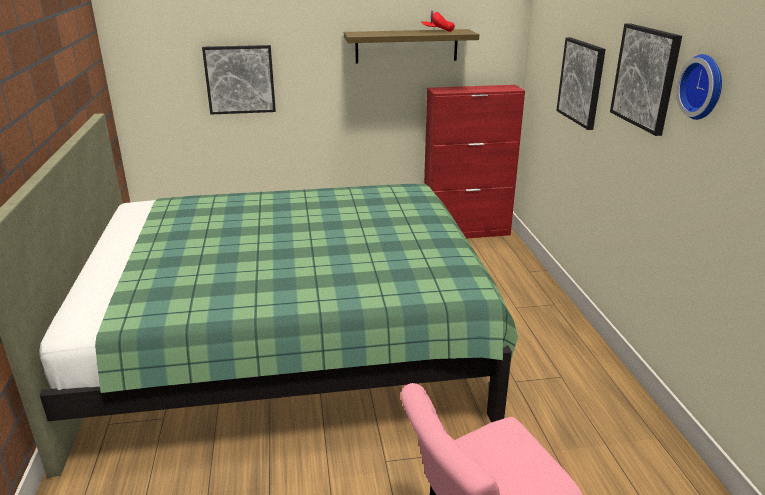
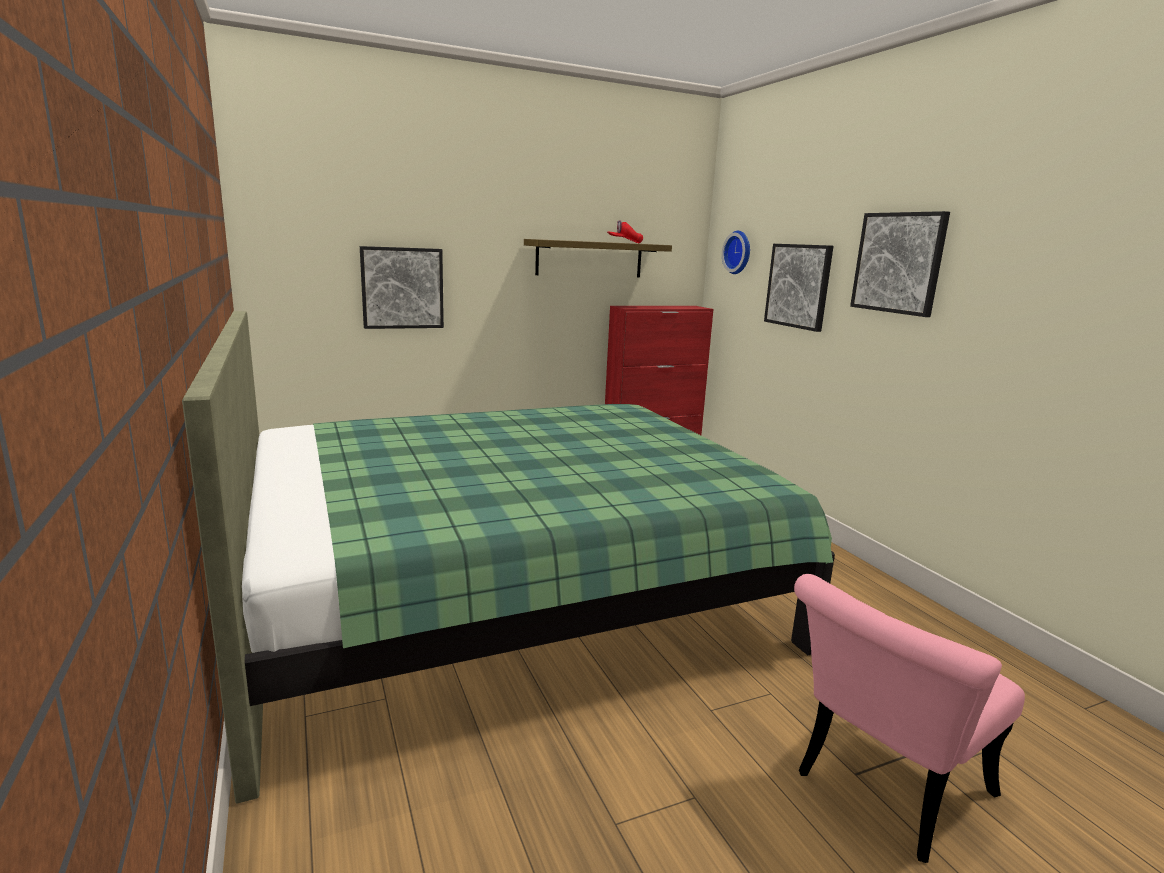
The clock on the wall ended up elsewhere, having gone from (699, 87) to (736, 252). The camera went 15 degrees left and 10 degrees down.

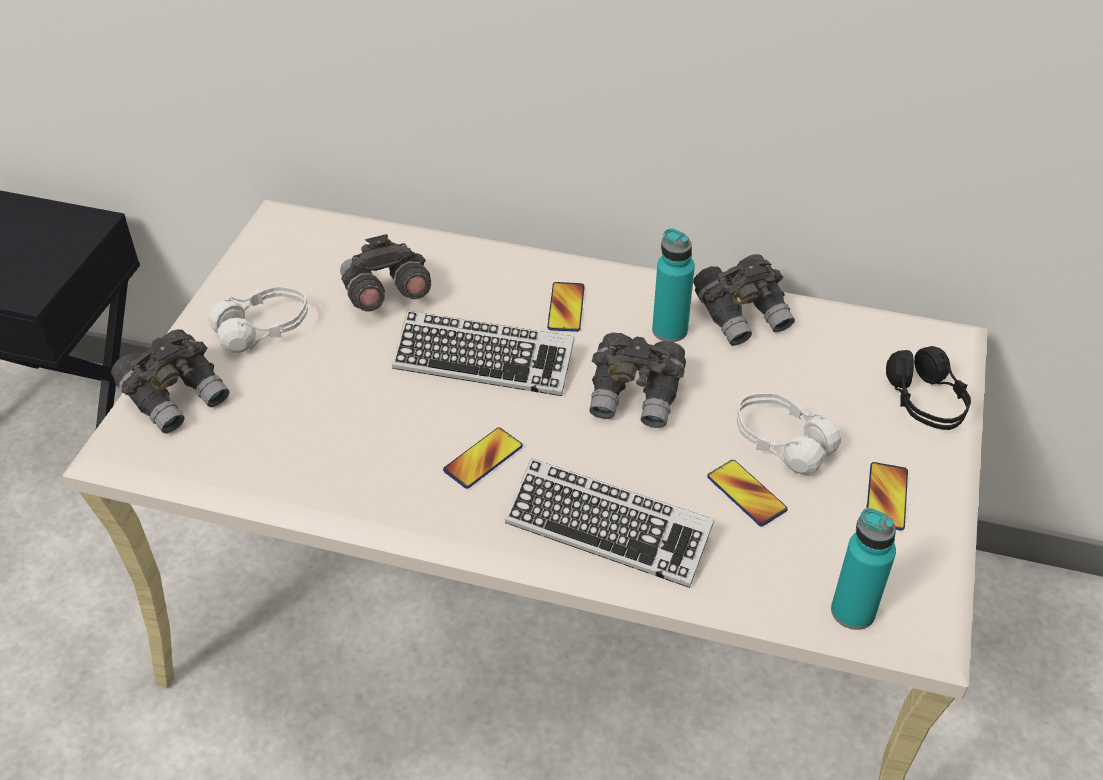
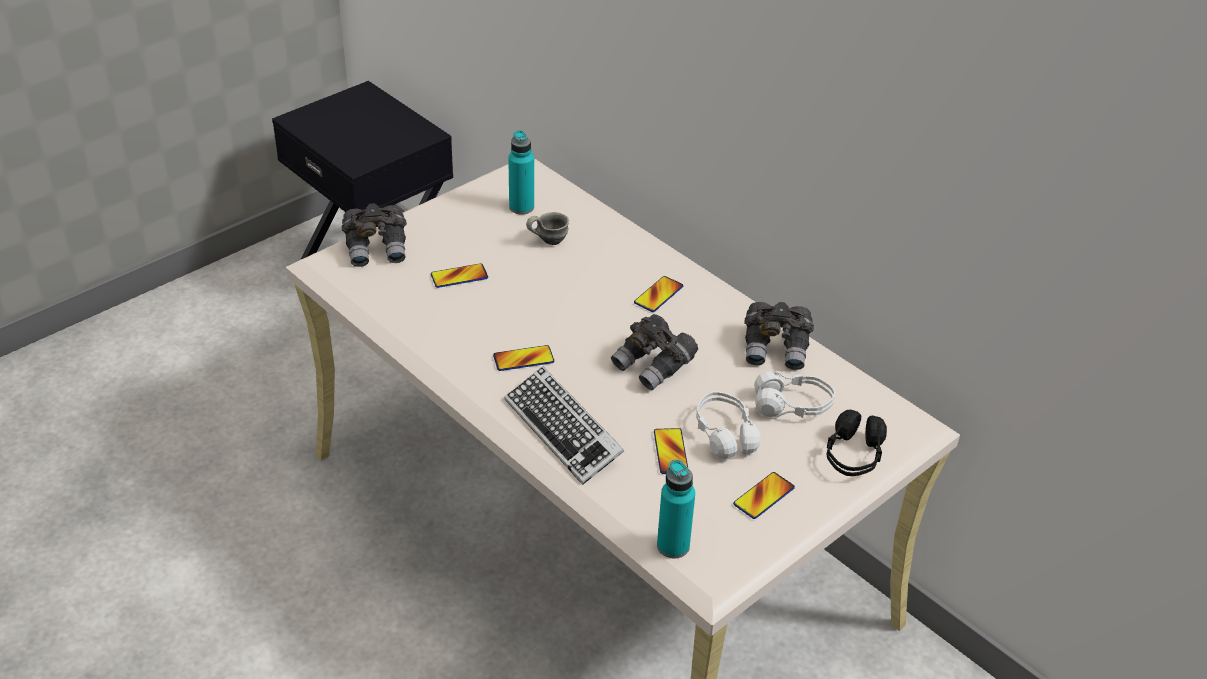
The blue-green beverage bottle ended up elsewhere, having gone from (673, 285) to (521, 172). Where the greyish pair of binoculars stood at (385, 273), the greyish tea mug came to stand at (547, 228). The white headset ended up elsewhere, having gone from (258, 319) to (795, 394). The second view lost the PC keyboard at (483, 353). The second view gained the handset at (459, 275). The camera went 30 degrees right and 5 degrees down.

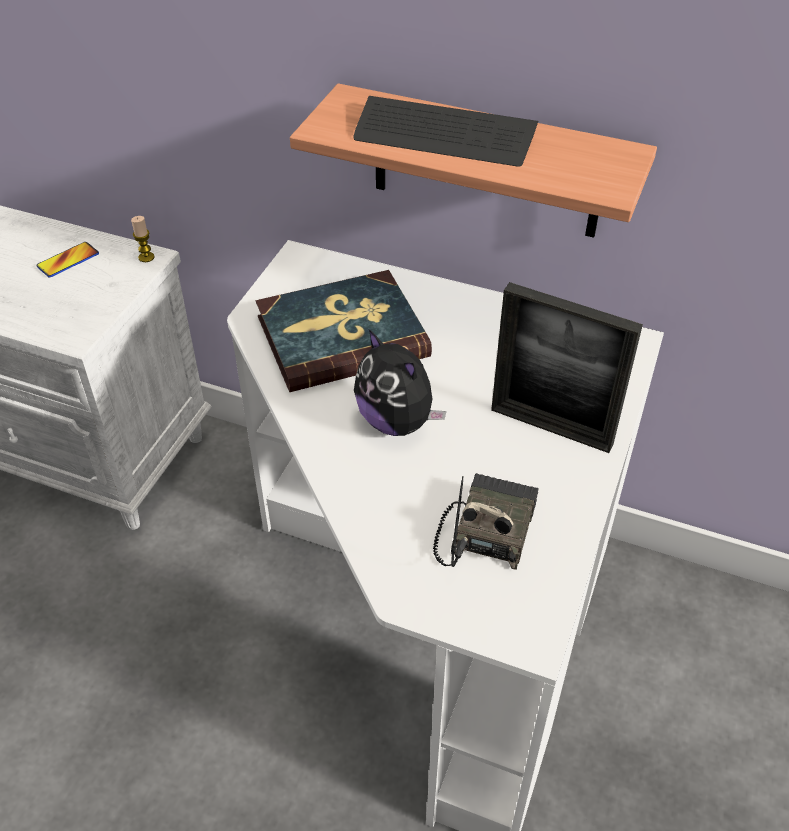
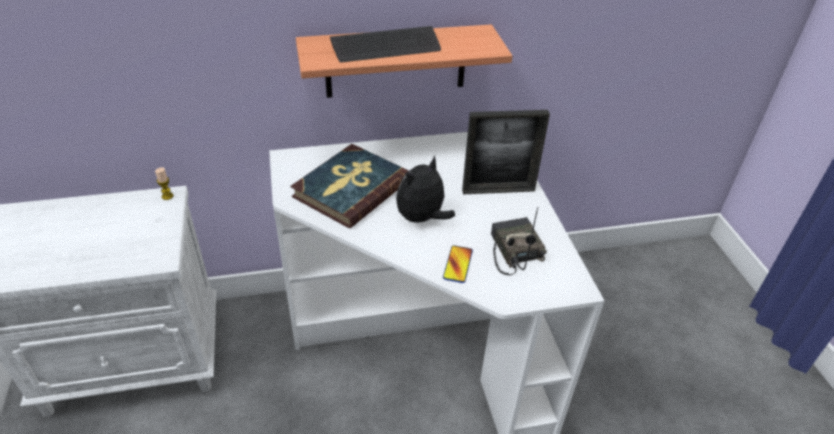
The handset ended up elsewhere, having gone from (67, 259) to (458, 264). The soft toy at (400, 382) ended up facing another way, 120 degrees clockwise from before. The camera went 35 degrees left and 5 degrees down.

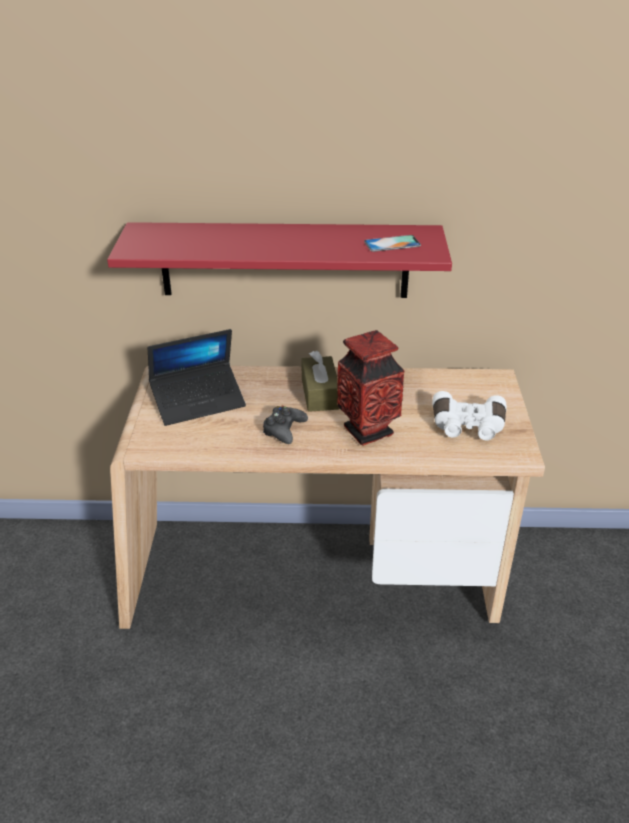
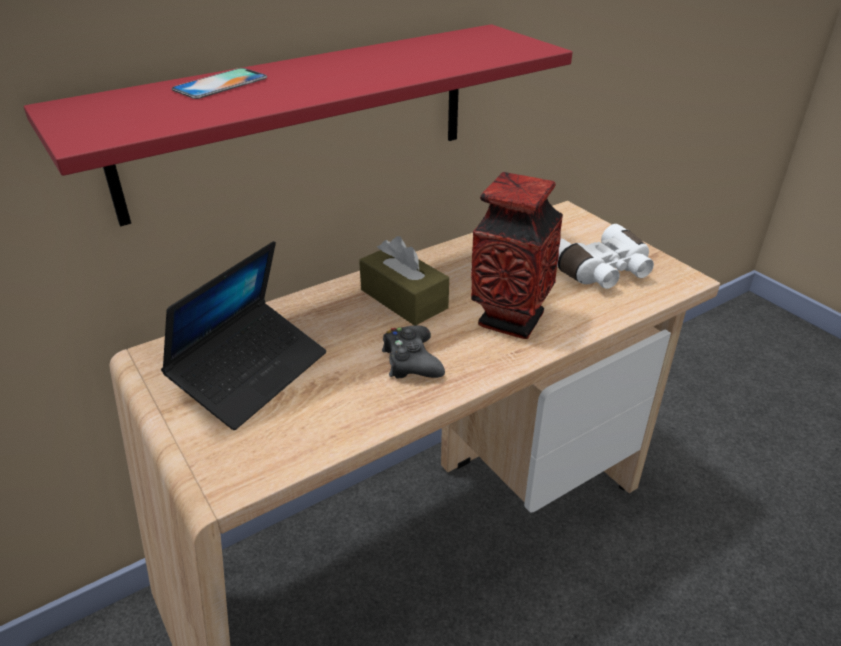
The handset ended up elsewhere, having gone from (392, 243) to (219, 83). The camera went 35 degrees left and 0 degrees up.

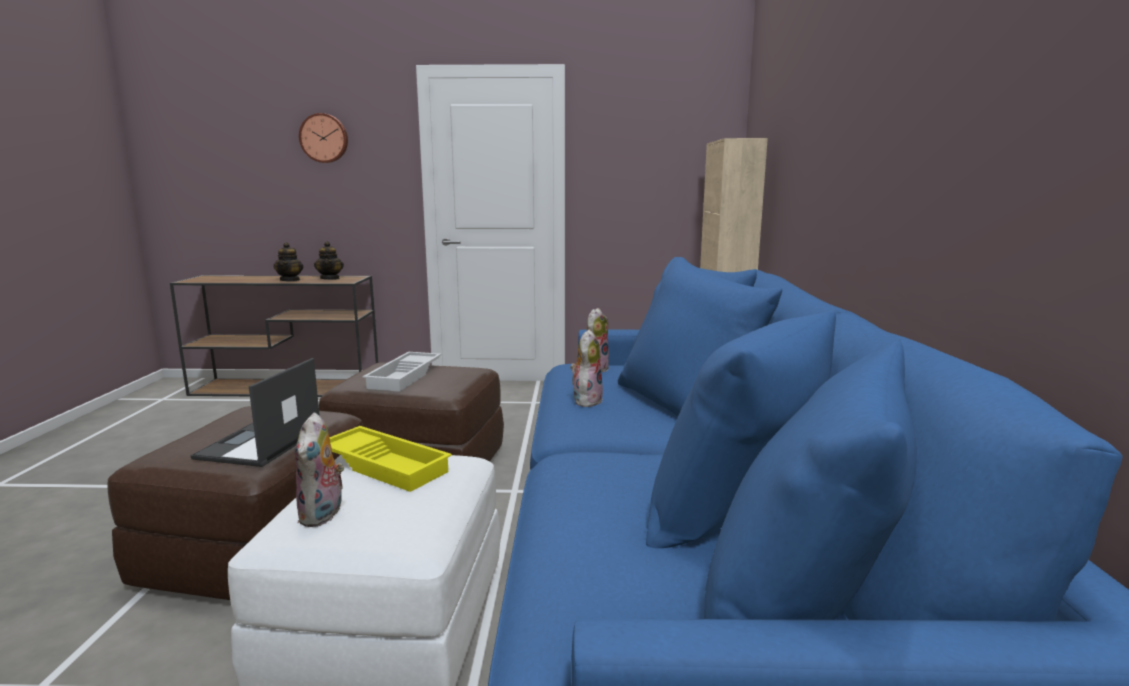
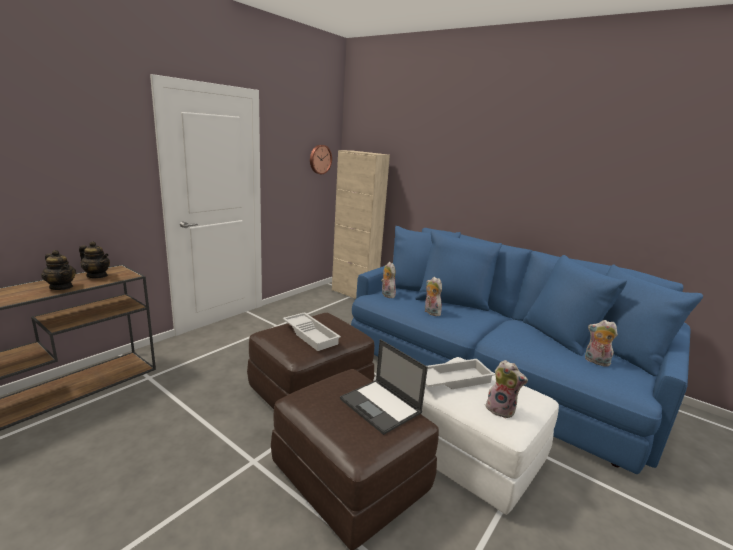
The clock on the wall ended up elsewhere, having gone from (323, 138) to (321, 159). What was the yellow serving tray at (390, 459) turned into the white serving tray at (460, 374). The second view gained the soft toy at (601, 343). The camera went 55 degrees left and 5 degrees up.

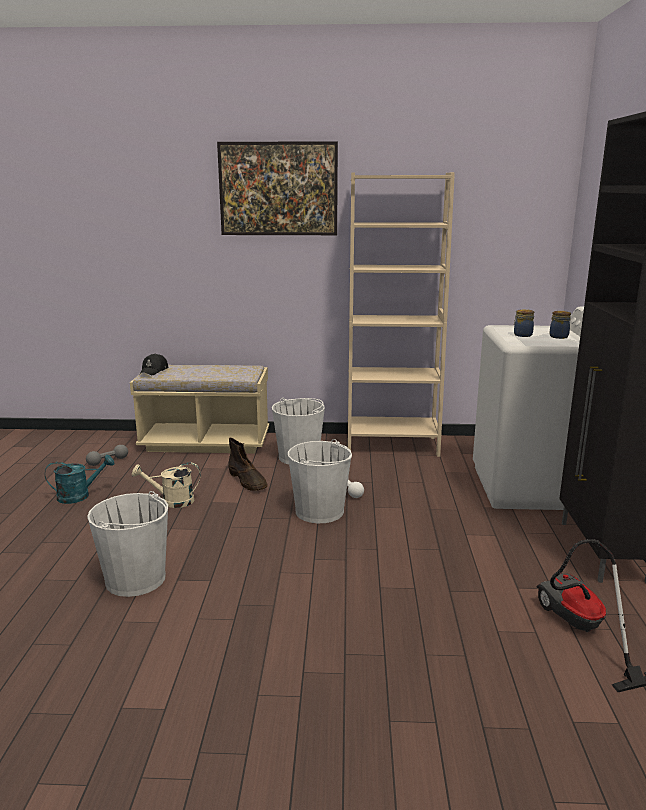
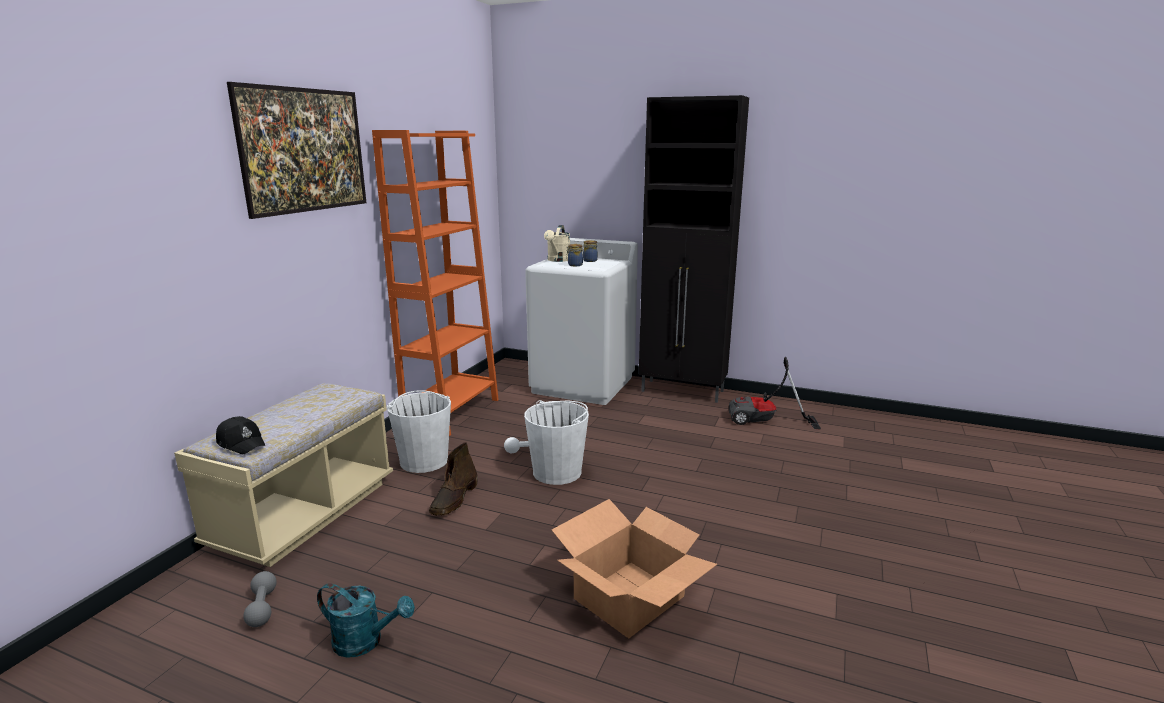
What was the beige-coloured shelving unit at (401, 314) turned into the orange shelving unit at (435, 283). The brown tall boot at (248, 464) ended up facing another way, 120 degrees clockwise from before. The blue-green sprinkling can at (80, 479) ended up facing another way, 105 degrees clockwise from before. The beige-coloured sprinkling can ended up elsewhere, having gone from (166, 485) to (557, 243). Where the white water bucket stood at (127, 544), the cardboard box came to stand at (634, 568). The camera went 70 degrees left and 0 degrees up.

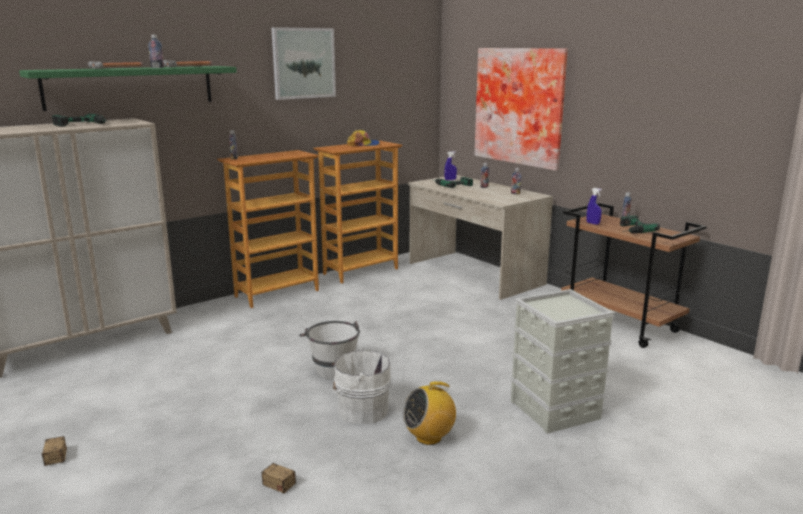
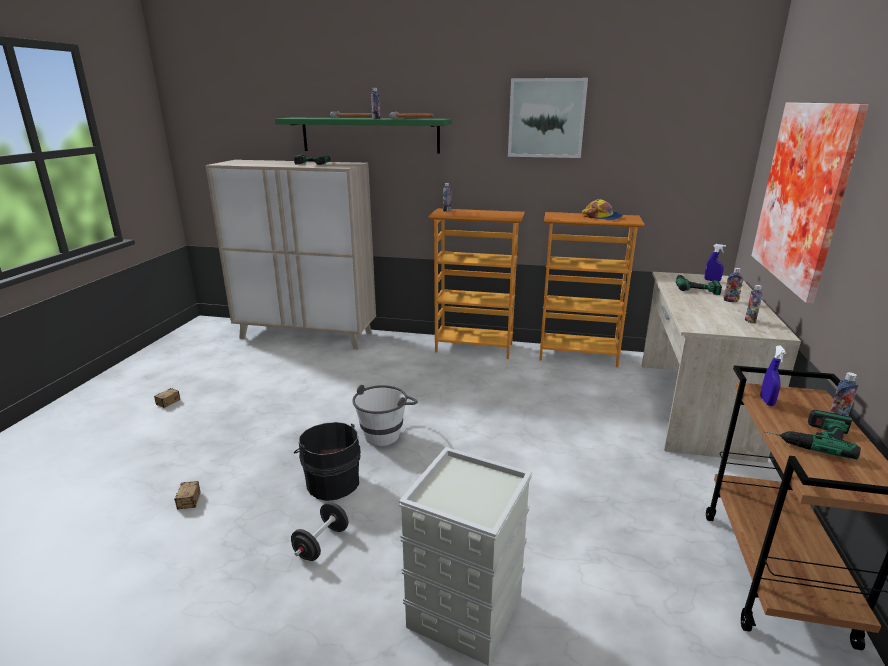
What was the white water bucket at (362, 385) turned into the blackish water bucket at (327, 461). Where the radio stood at (429, 413), the blackish free weight came to stand at (319, 531). The camera went 50 degrees right and 5 degrees up.

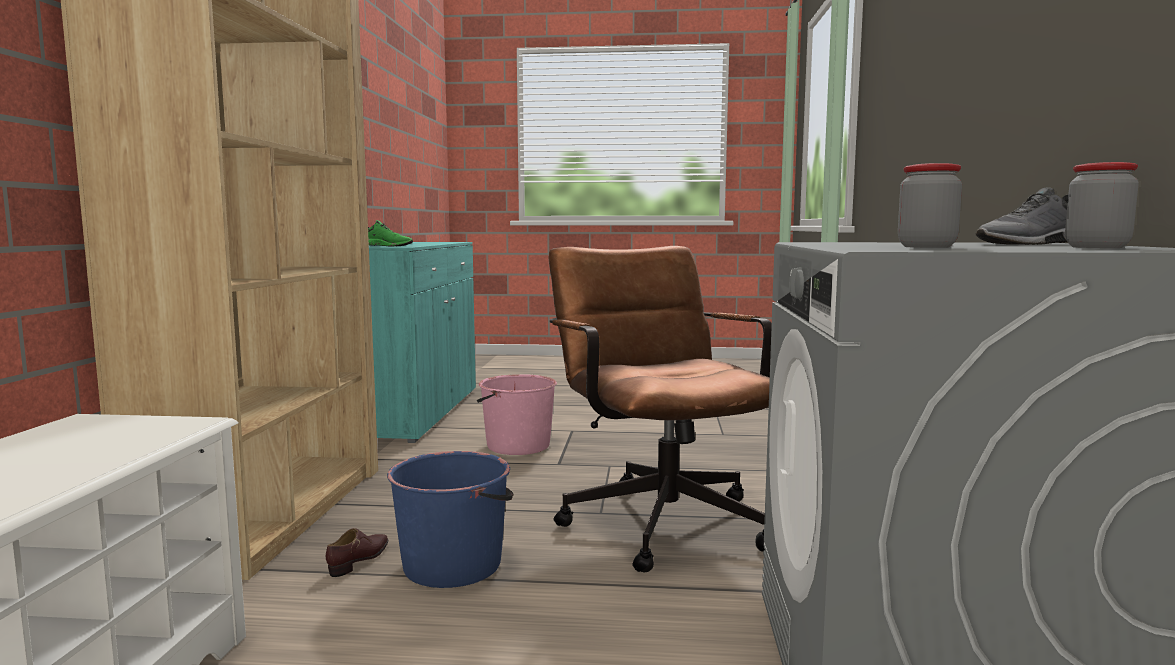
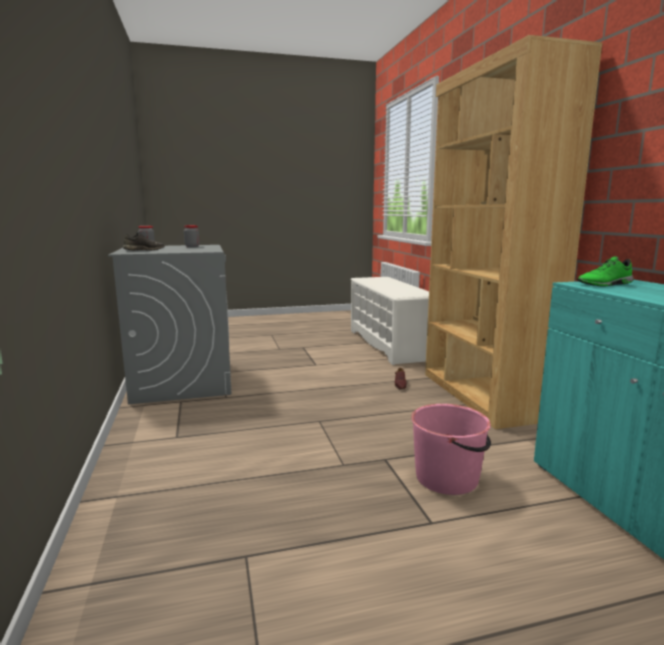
The second view lost the brown desk chair at (660, 409). The second view lost the bluish water bucket at (450, 519). The camera went 160 degrees right and 5 degrees up.

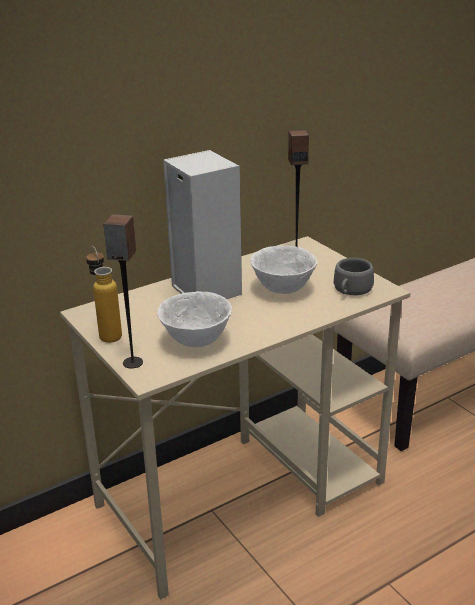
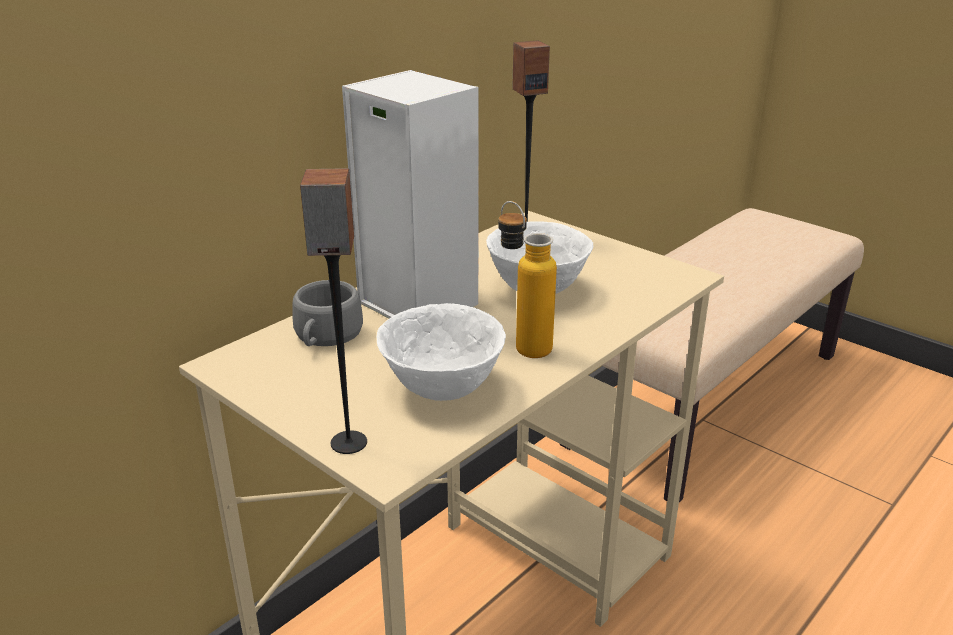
The beverage bottle ended up elsewhere, having gone from (104, 294) to (527, 279). The greyish cup ended up elsewhere, having gone from (354, 276) to (327, 313). The camera went 15 degrees left and 0 degrees up.

